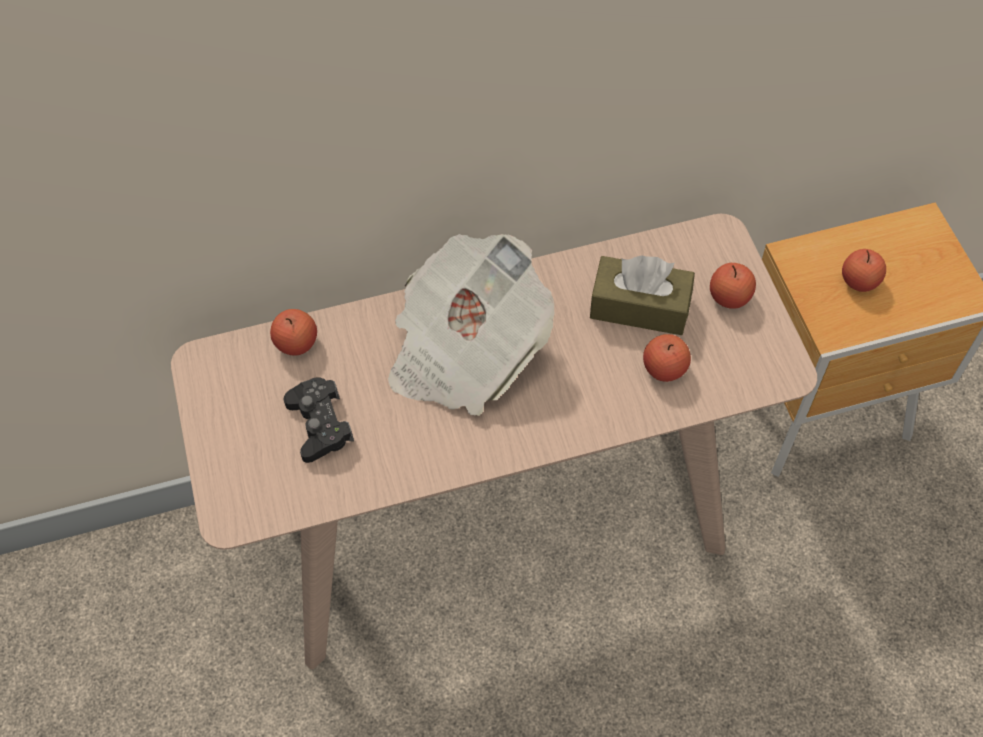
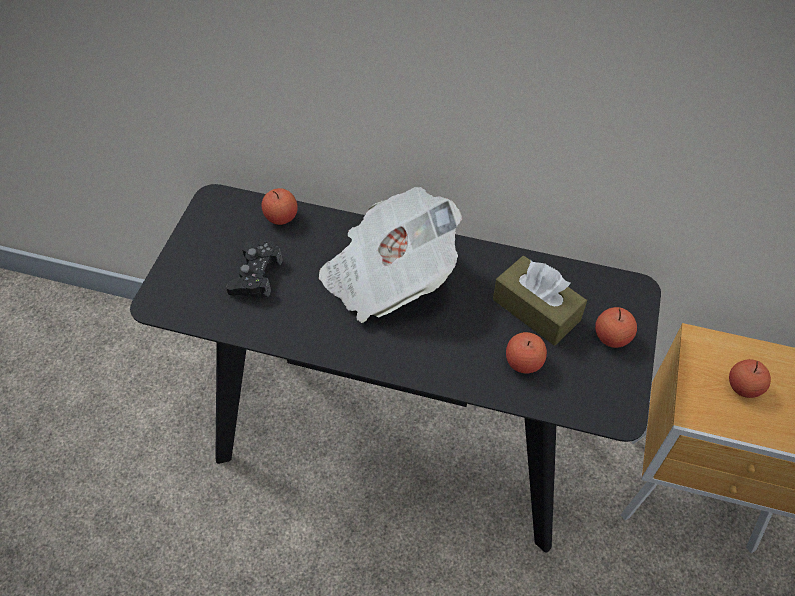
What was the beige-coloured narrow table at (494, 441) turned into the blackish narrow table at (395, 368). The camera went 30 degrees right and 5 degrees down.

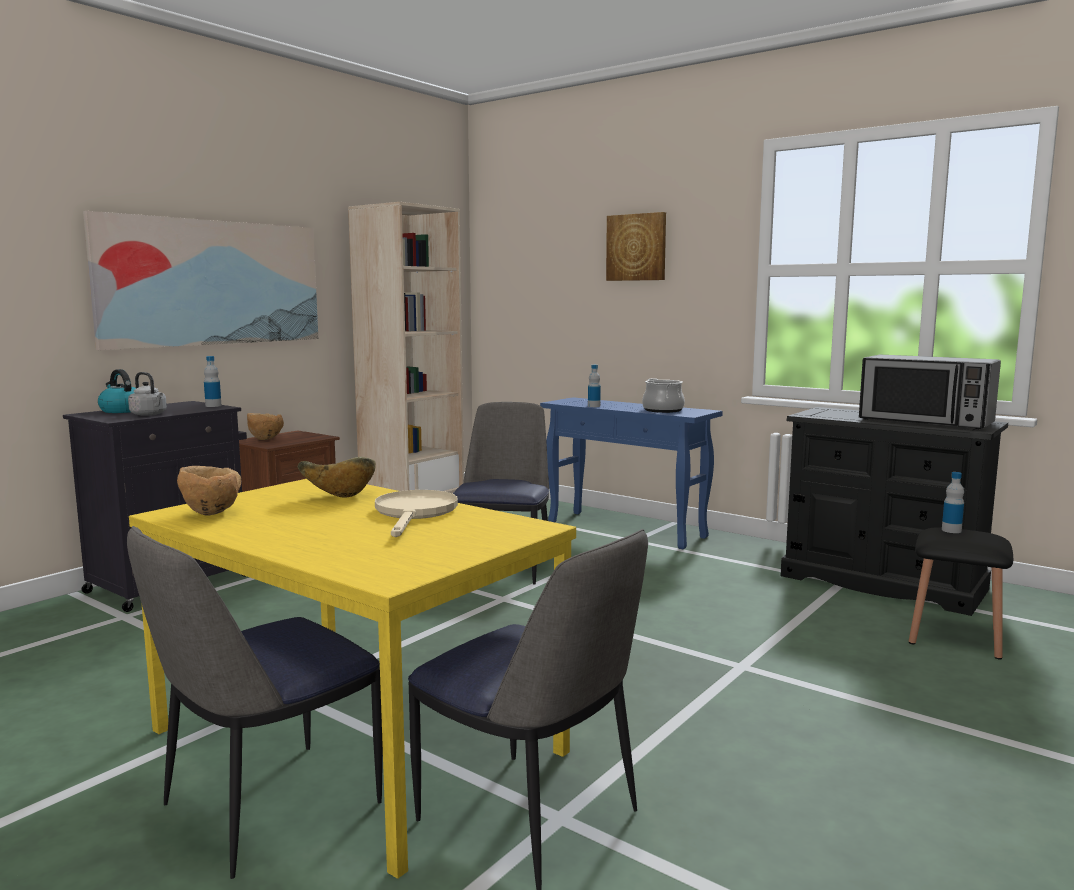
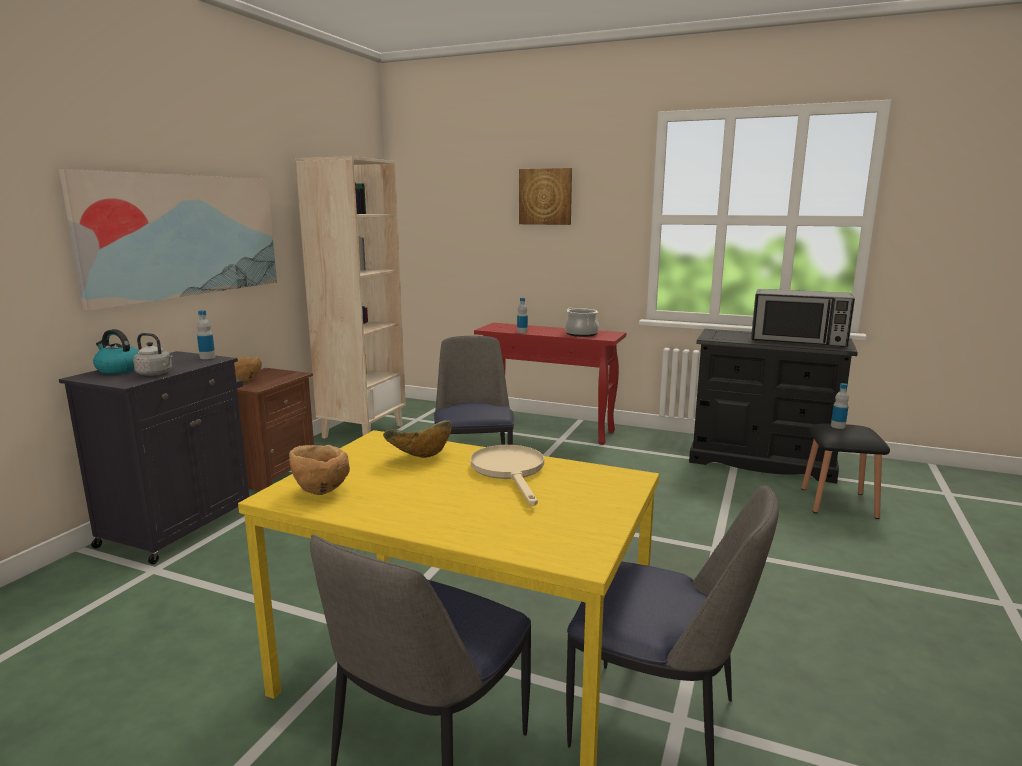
What was the bluish narrow table at (631, 473) turned into the red narrow table at (550, 384). The camera went 15 degrees left and 5 degrees up.

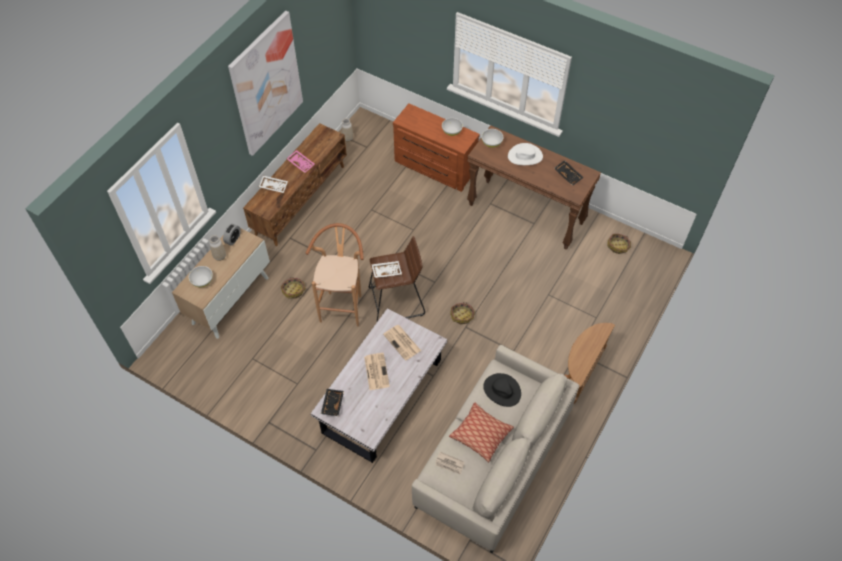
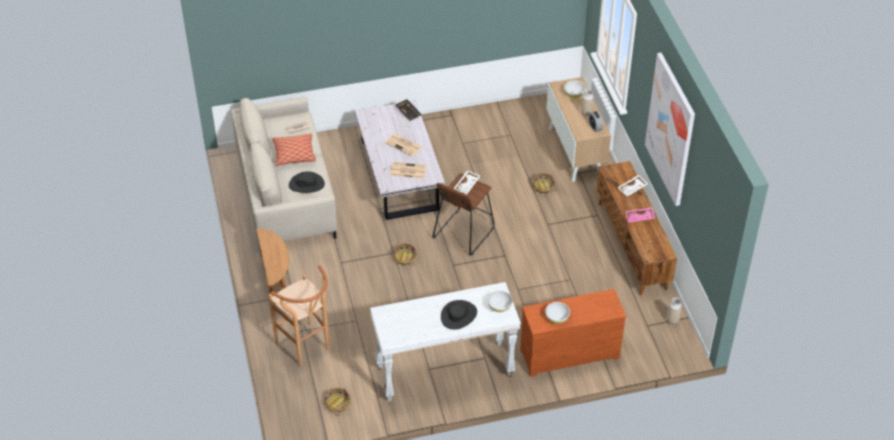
What was the brown narrow table at (534, 187) turned into the white narrow table at (445, 342). What was the white hat at (525, 154) turned into the blackish hat at (459, 315). The second view lost the blackish serving tray at (569, 173). The brown stool ended up elsewhere, having gone from (335, 275) to (299, 315). The camera went 135 degrees right and 10 degrees down.

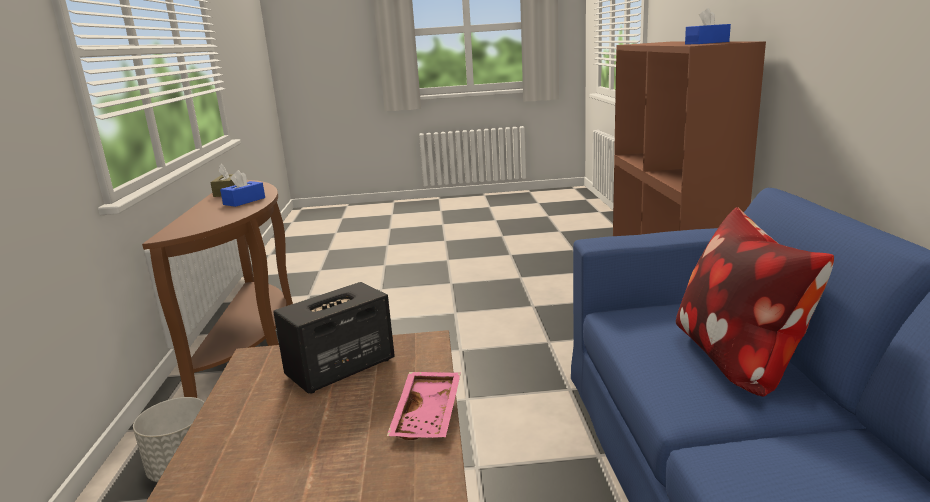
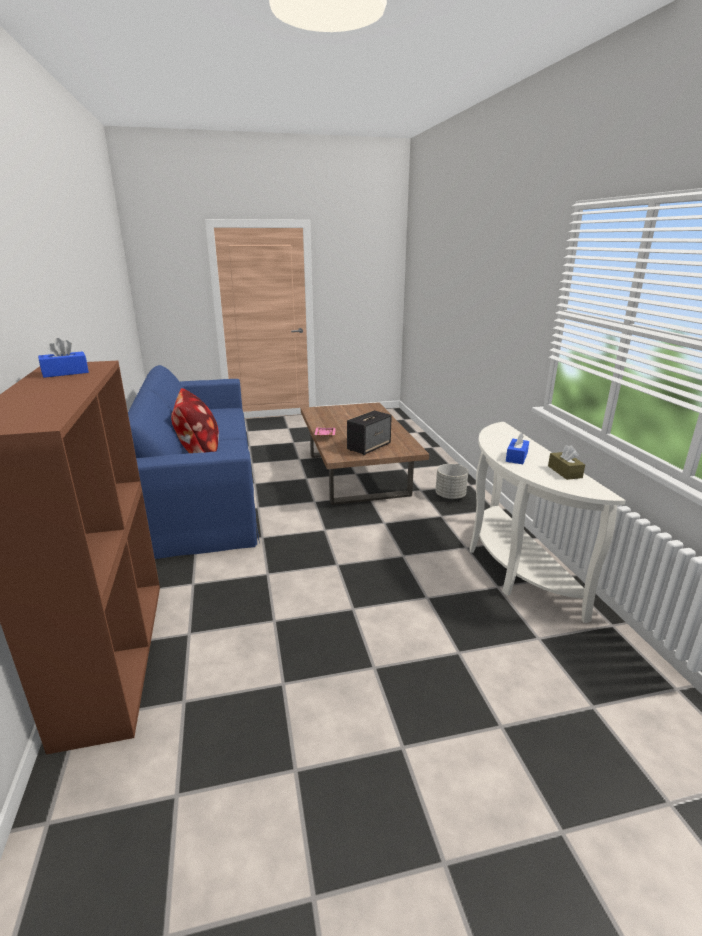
What was the brown narrow table at (217, 289) turned into the white narrow table at (547, 522). The camera went 170 degrees right and 5 degrees up.

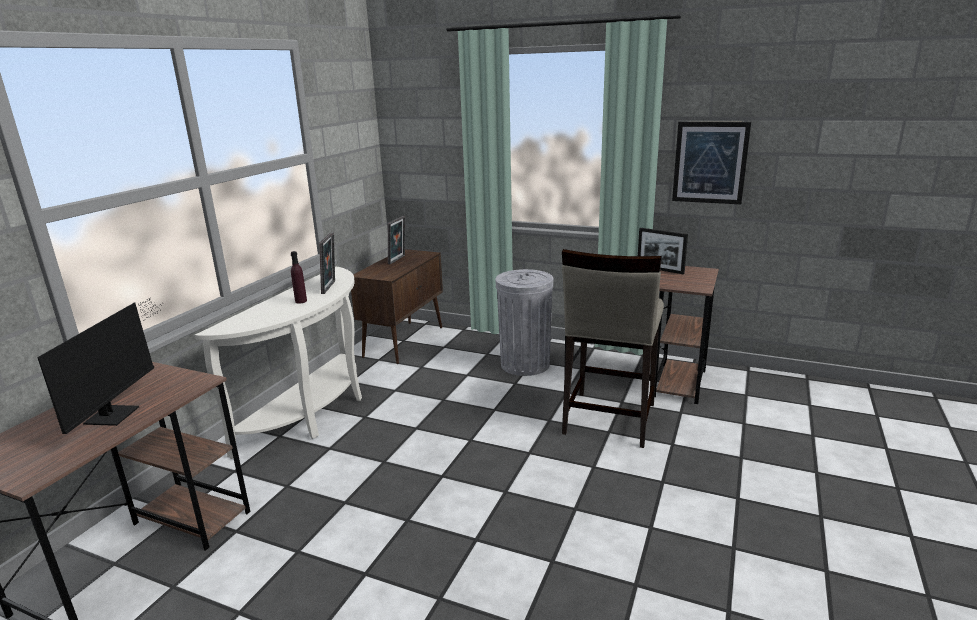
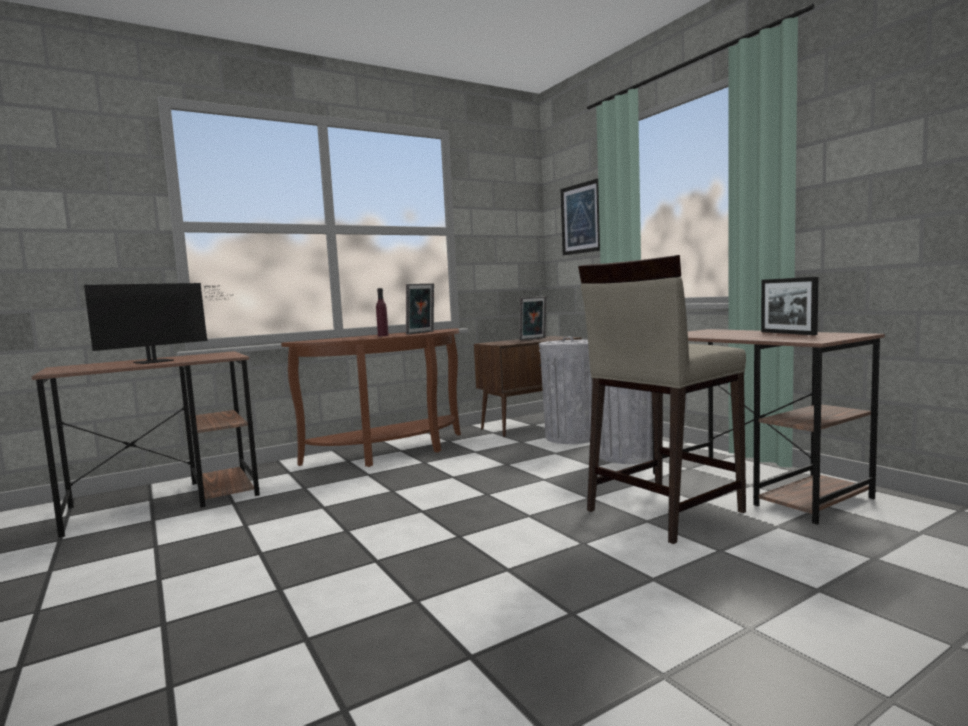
The wall picture ended up elsewhere, having gone from (711, 163) to (580, 216). What was the white narrow table at (278, 363) turned into the brown narrow table at (371, 397). The second view gained the greyish trash can at (566, 390). The camera went 35 degrees right and 15 degrees down.

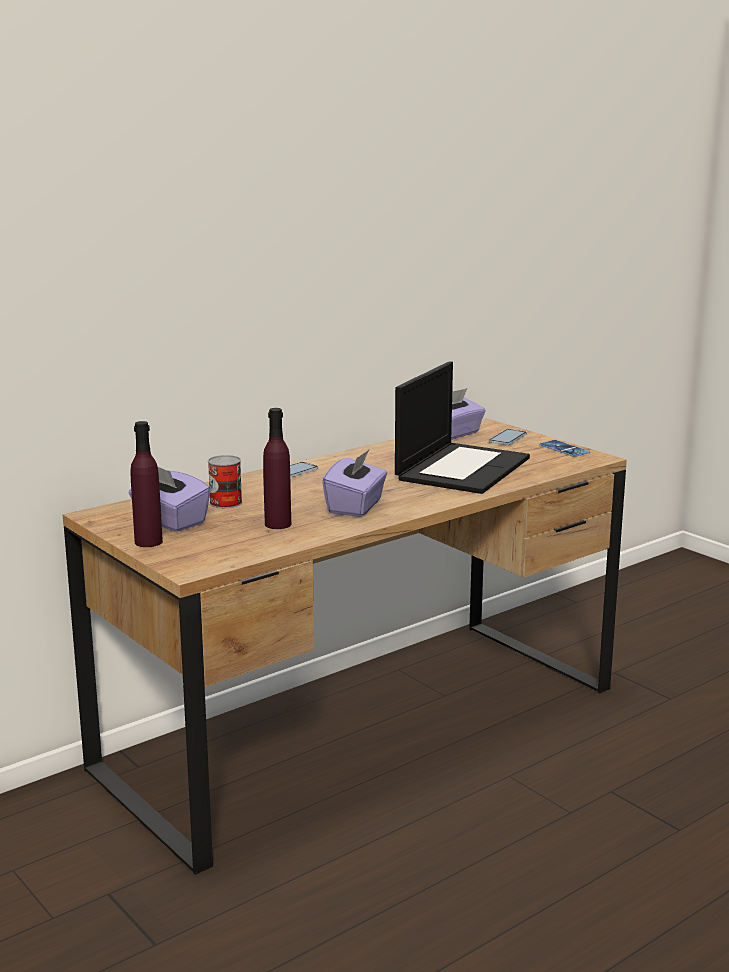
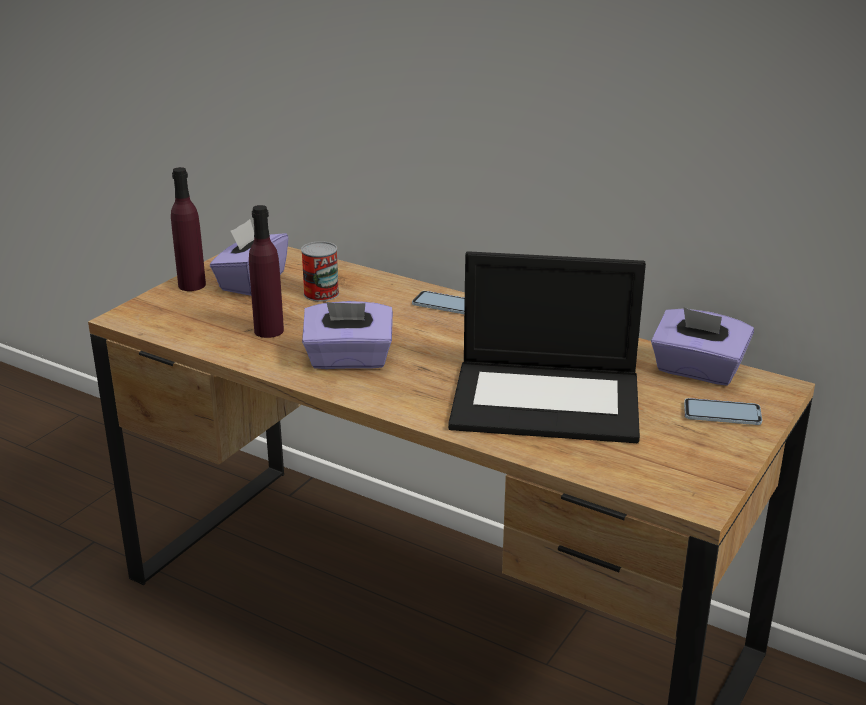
The second view lost the handset at (564, 448). The camera went 70 degrees right and 10 degrees up.

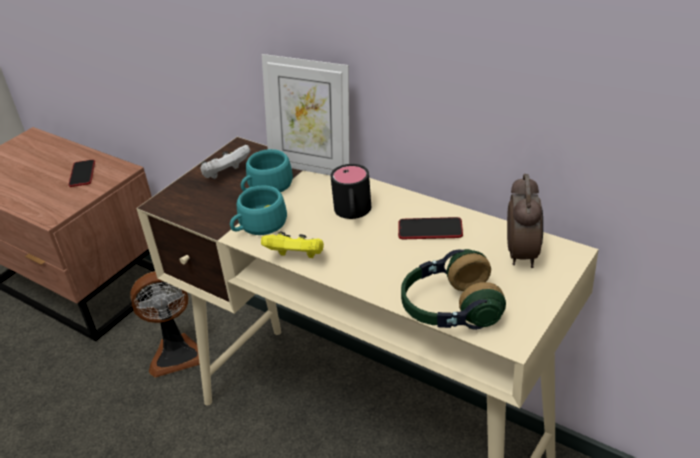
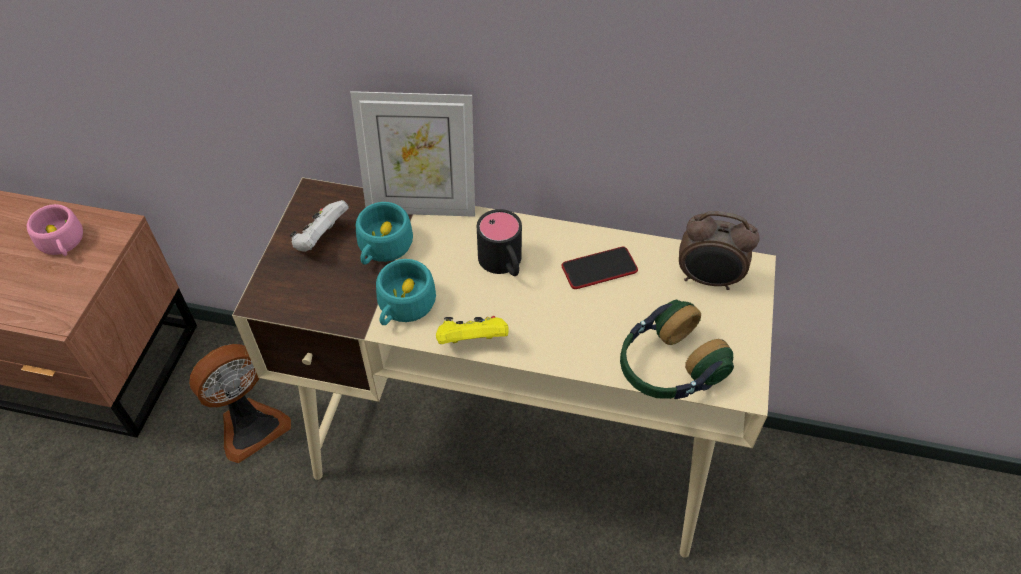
Where the handset stood at (81, 173), the pink-coloured cup came to stand at (55, 230). The table clock at (525, 221) ended up facing another way, 120 degrees clockwise from before. The camera went 25 degrees left and 15 degrees up.

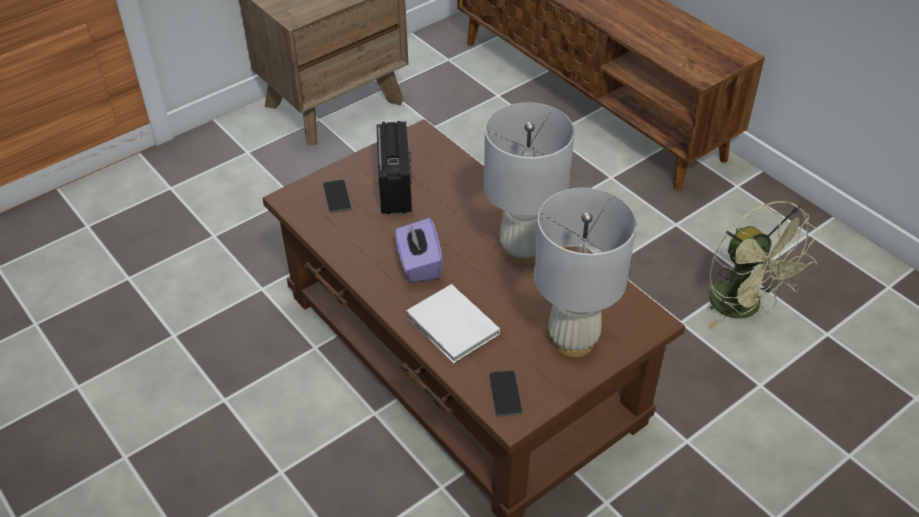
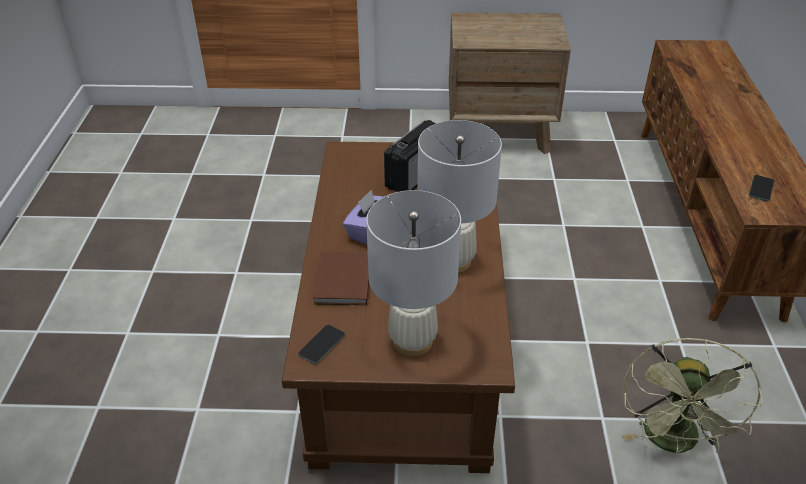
The handset ended up elsewhere, having gone from (337, 196) to (761, 188). What was the white bound book at (453, 324) turned into the brown bound book at (341, 278). The camera went 40 degrees right and 5 degrees down.

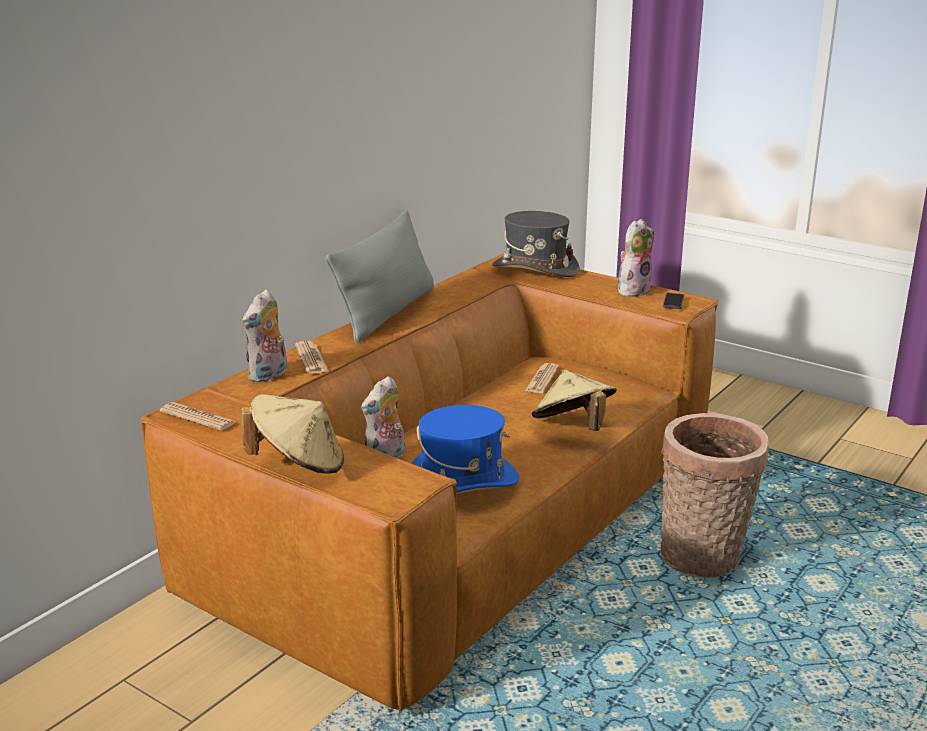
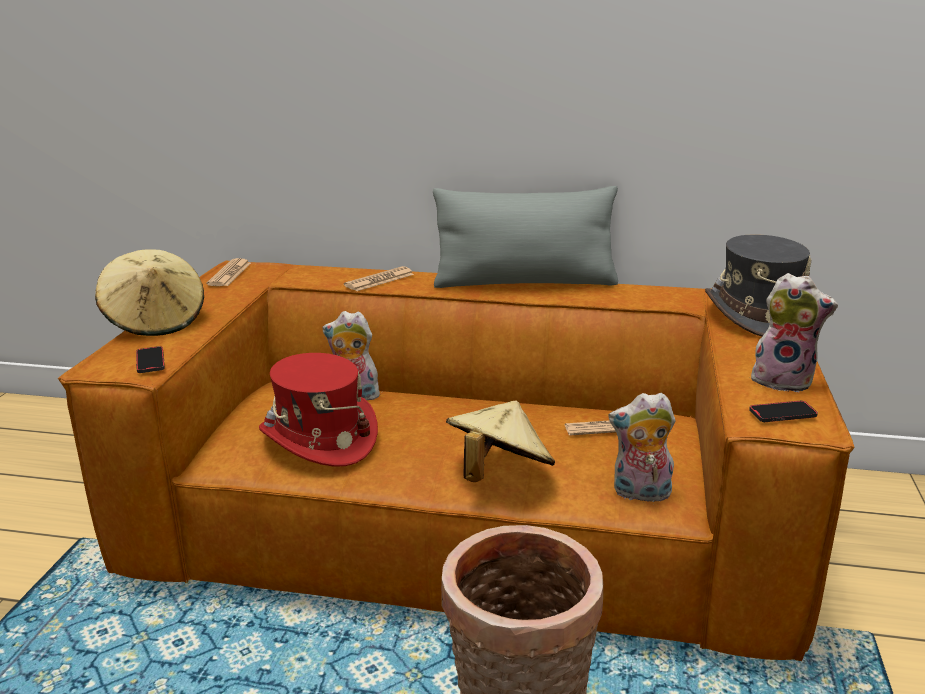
The soft toy ended up elsewhere, having gone from (264, 336) to (642, 447). What was the bluish hat at (465, 449) turned into the red hat at (318, 410). The second view gained the handset at (150, 359). The camera went 65 degrees right and 0 degrees up.

